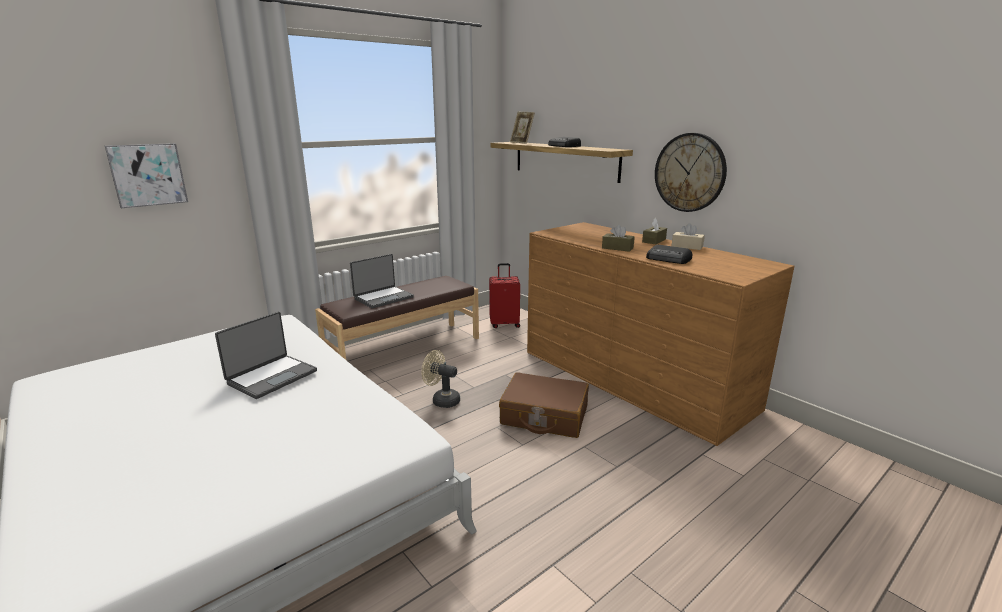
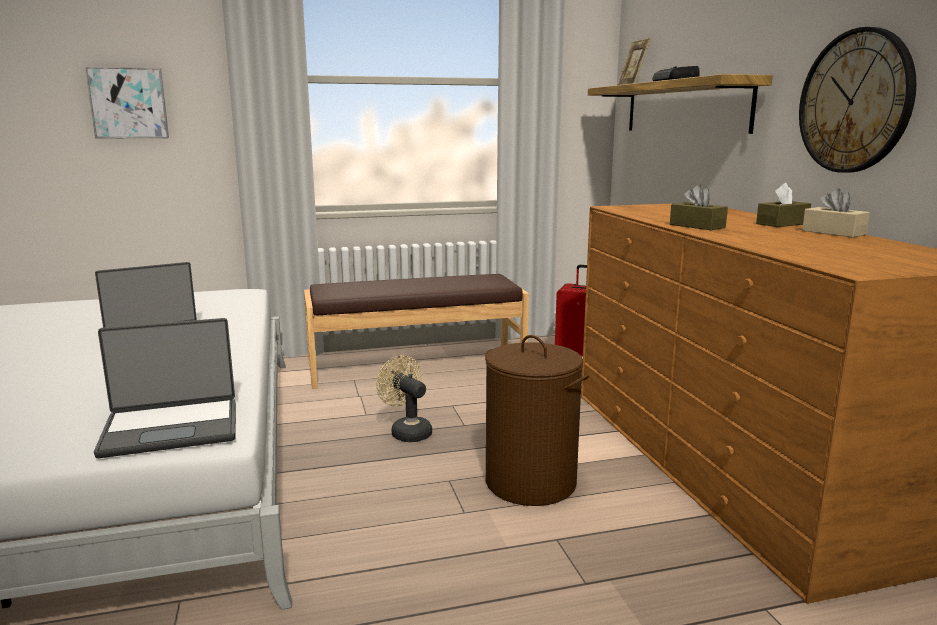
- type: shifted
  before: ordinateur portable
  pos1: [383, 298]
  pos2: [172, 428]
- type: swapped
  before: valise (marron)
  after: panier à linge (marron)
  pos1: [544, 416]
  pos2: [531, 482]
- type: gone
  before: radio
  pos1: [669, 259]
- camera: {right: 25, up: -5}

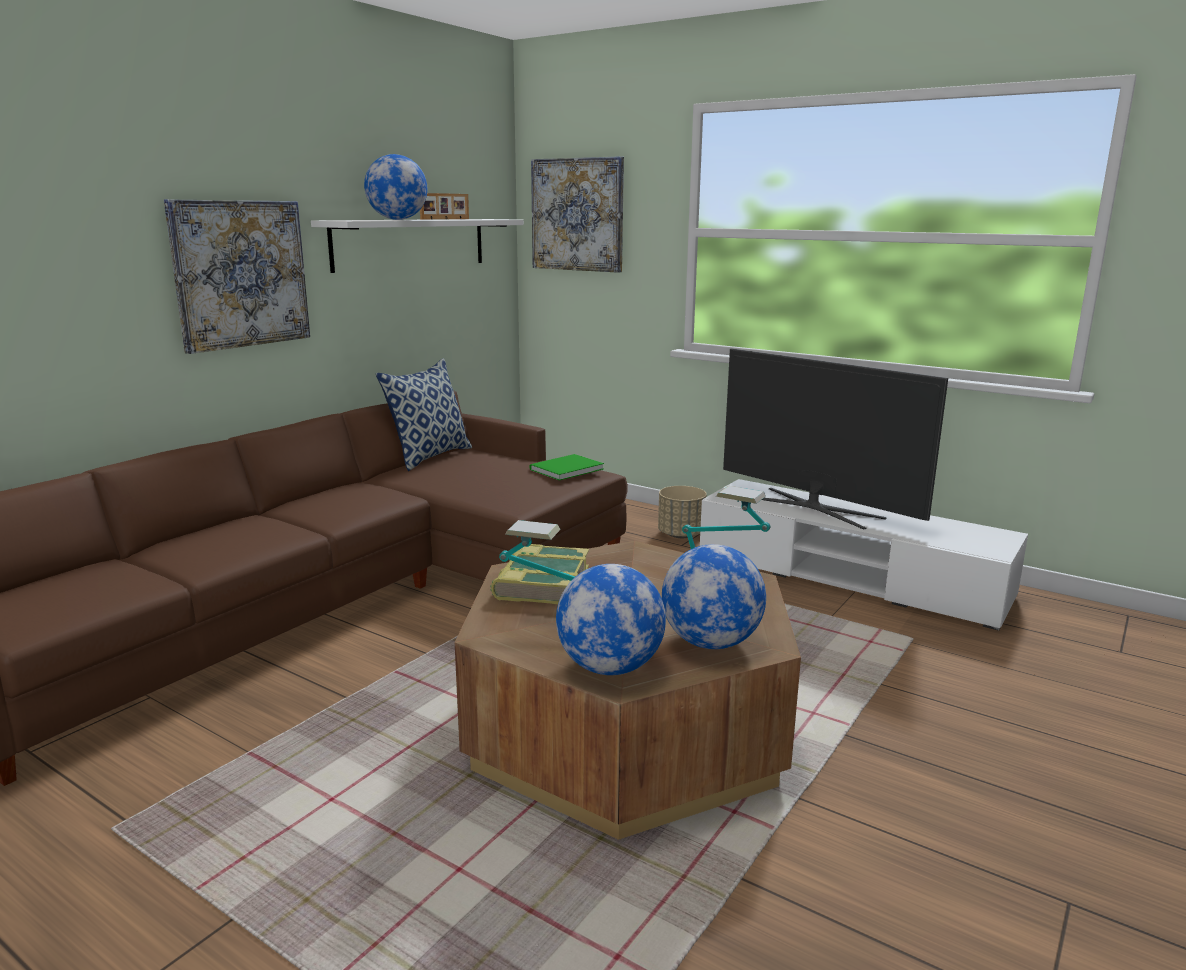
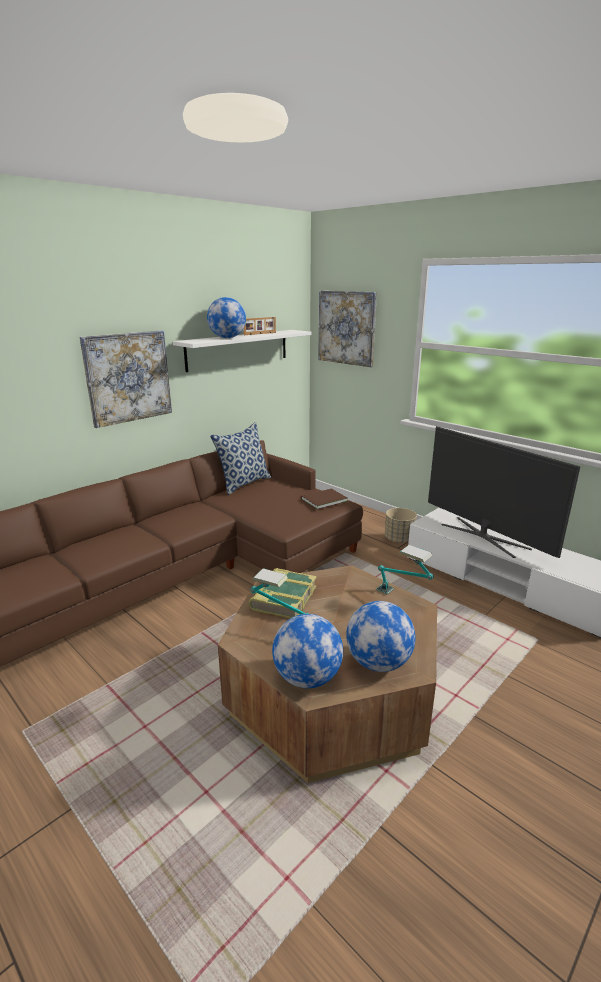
- type: repainted
  before: livre (vert)
  after: livre (marron)
  pos1: [564, 469]
  pos2: [322, 500]
- camera: {right: 10, up: 5}

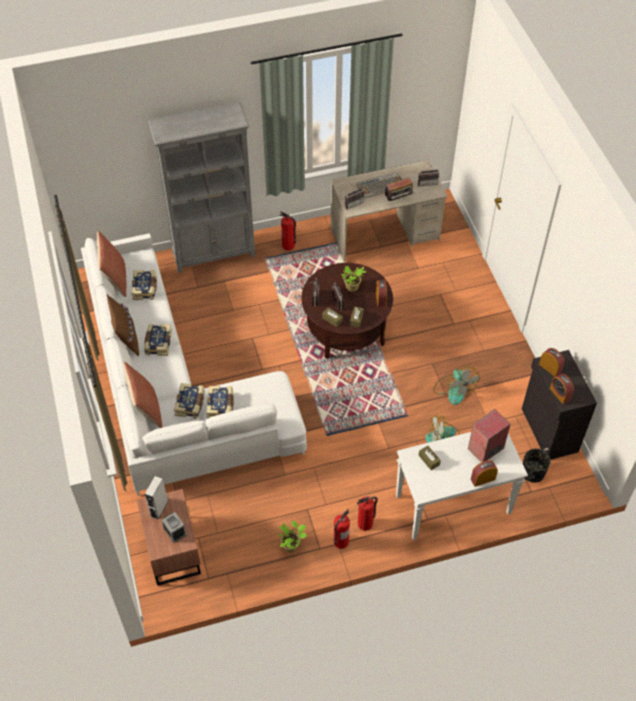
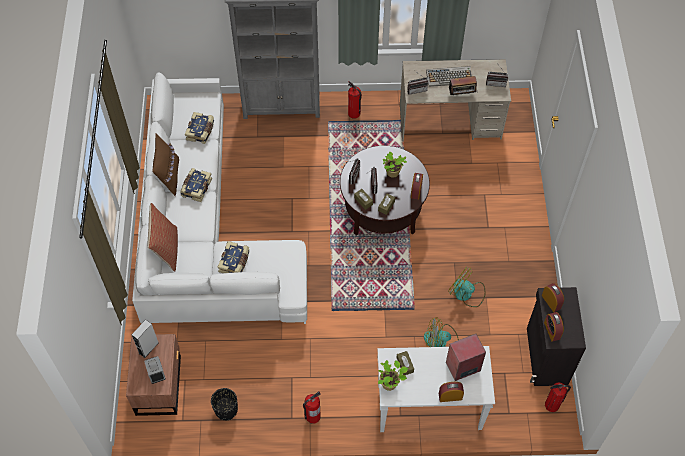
- type: shifted
  before: cache-pot (noir)
  pos1: [532, 473]
  pos2: [226, 410]
- type: shifted
  before: plante en pot
  pos1: [291, 546]
  pos2: [390, 383]
- type: rotated
  before: ventilateur
  pos1: [454, 389]
  pos2: [466, 293]
  turn: 135
- type: shifted
  before: extincteur
  pos1: [365, 523]
  pos2: [552, 405]
- type: gone
  before: coussin
  pos1: [115, 279]
- type: gone
  before: livre
  pos1: [190, 404]
- camera: {right: 15, up: 5}

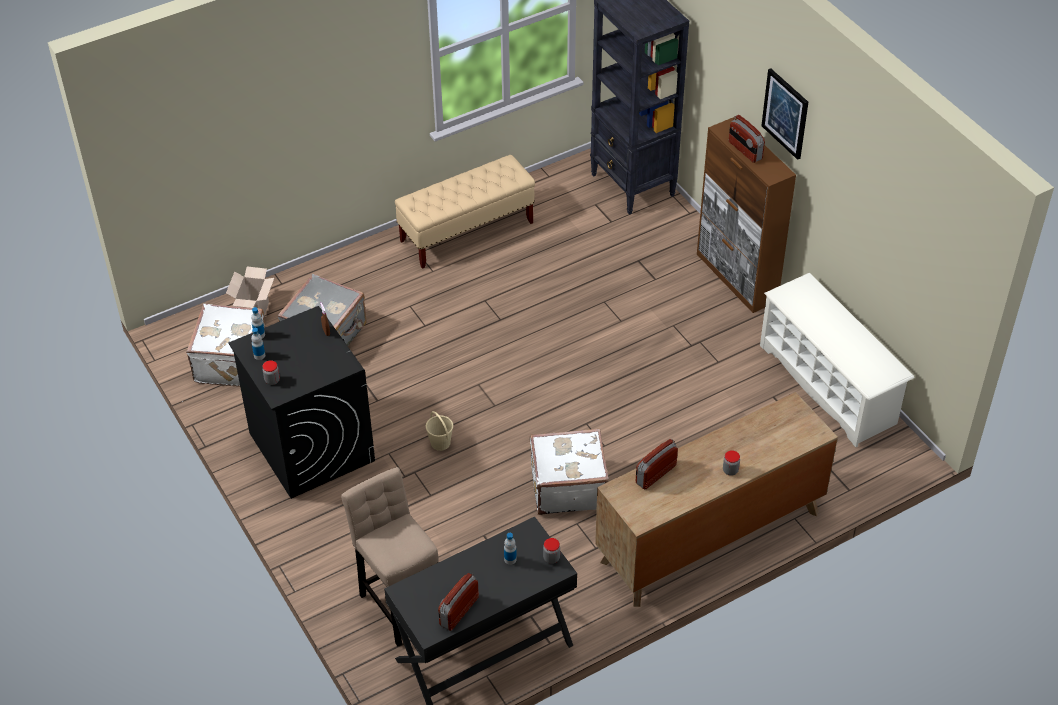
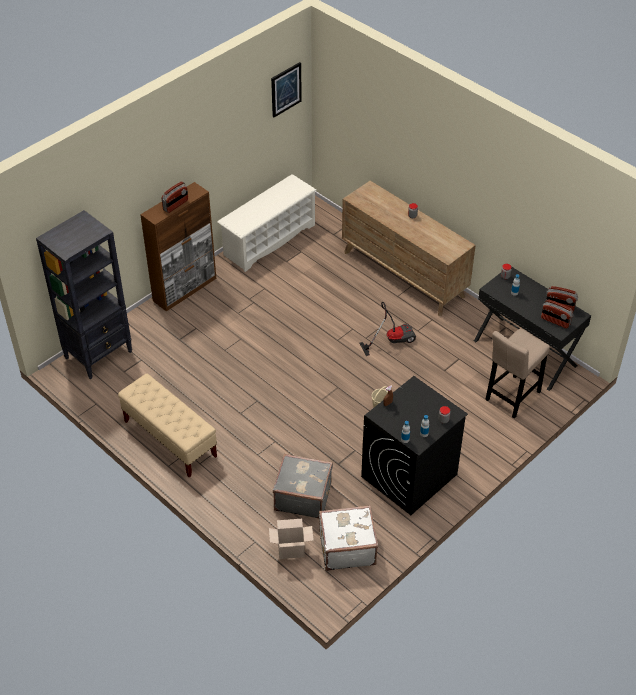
- type: shifted
  before: tableau
  pos1: [785, 113]
  pos2: [286, 89]
- type: swapped
  before: valise (blanc)
  after: aspirateur
  pos1: [567, 487]
  pos2: [391, 339]
- type: shifted
  before: radio
  pos1: [655, 474]
  pos2: [555, 321]
- camera: {right: -105, up: 0}

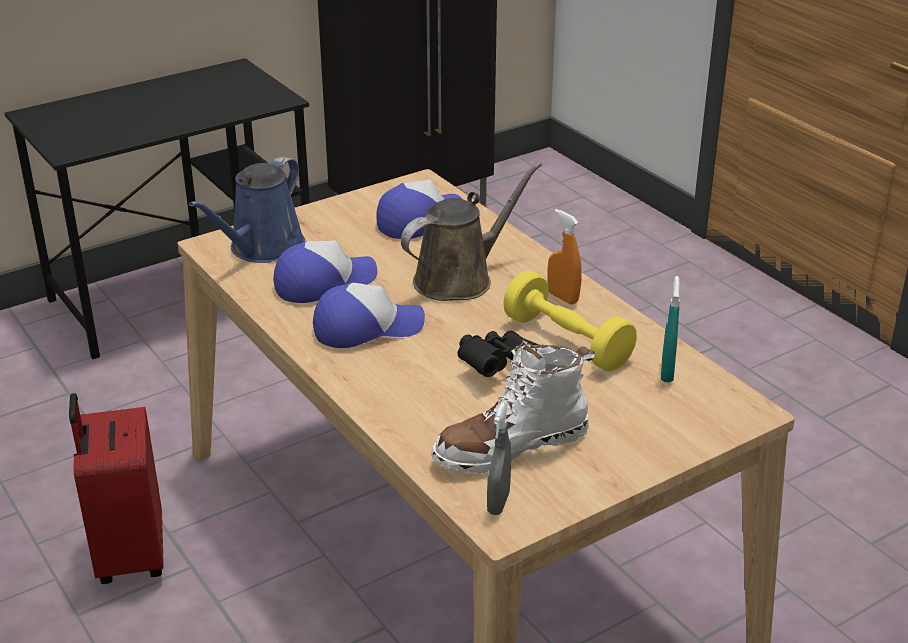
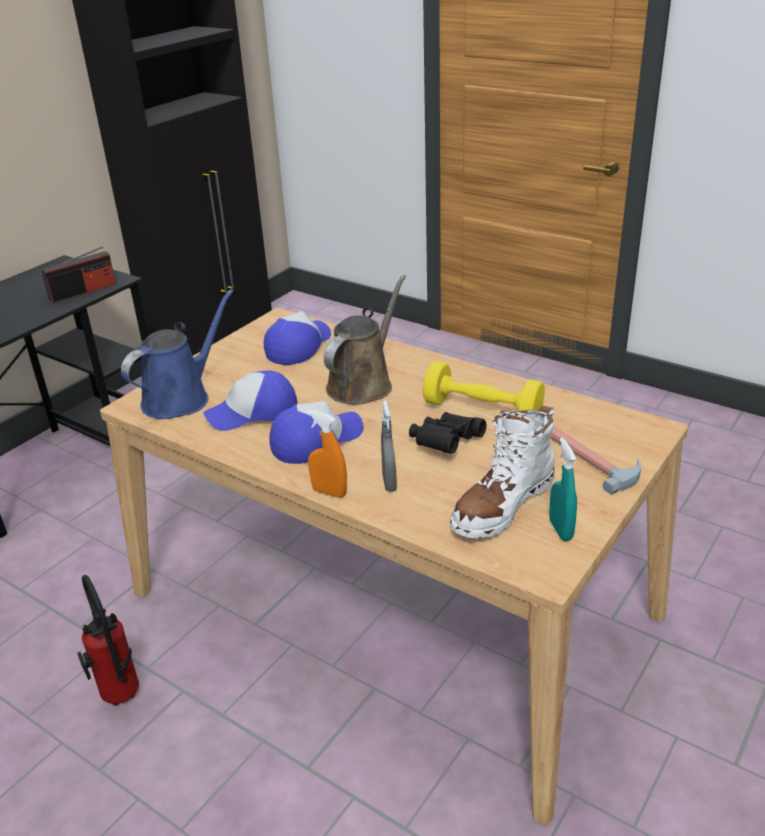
- type: new
  after: radio
  pos2: [83, 291]
- type: swapped
  before: valise (rouge)
  after: extincteur
  pos1: [128, 556]
  pos2: [121, 700]
- type: rotated
  before: arrosoir (bleu)
  pos1: [262, 248]
  pos2: [181, 398]
  turn: -150
- type: rotated
  before: casquette
  pos1: [324, 282]
  pos2: [253, 412]
  turn: -150
- type: shifted
  before: vaporisateur (orange)
  pos1: [562, 297]
  pos2: [329, 492]
- type: shifted
  before: vaporisateur (gris)
  pos1: [498, 503]
  pos2: [389, 483]
- type: shifted
  before: vaporisateur (turquoise)
  pos1: [667, 372]
  pos2: [560, 530]
- type: new
  after: marteau
  pos2: [590, 459]
- camera: {right: -20, up: 0}

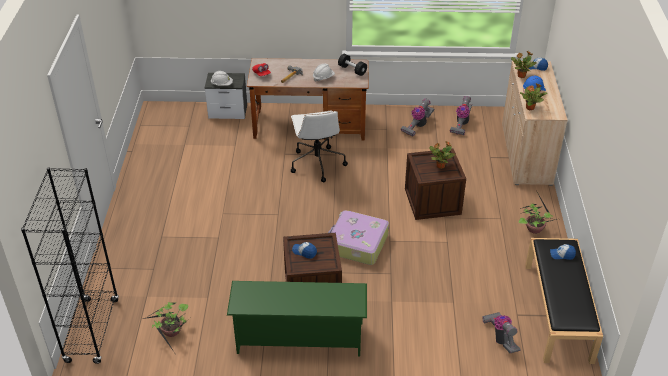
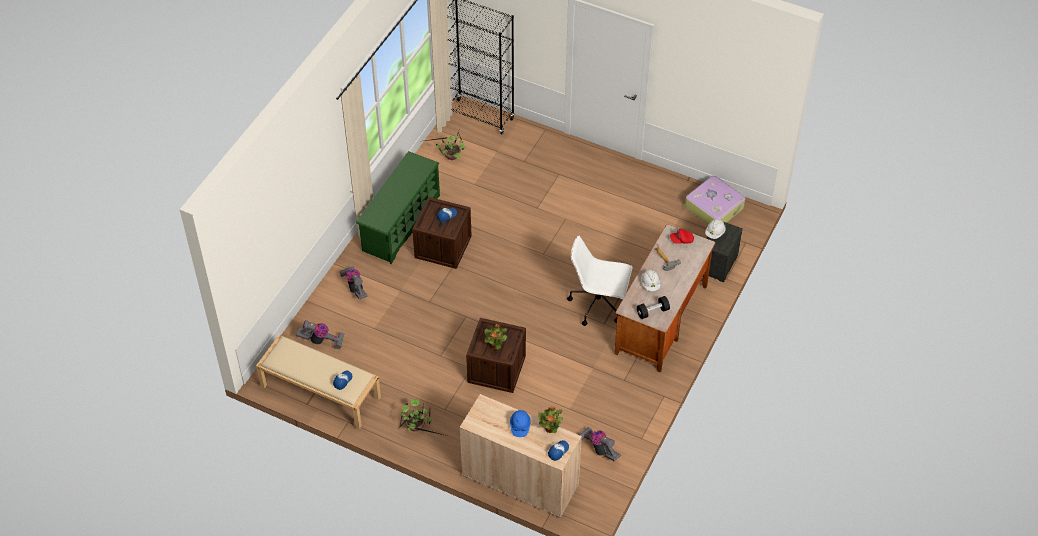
- type: repainted
  before: banc (noir)
  after: banc (beige)
  pos1: [558, 312]
  pos2: [319, 392]
- type: shifted
  before: aspirateur
  pos1: [417, 126]
  pos2: [355, 287]
- type: shifted
  before: valise
  pos1: [357, 244]
  pos2: [714, 207]
- type: gone
  before: plante en pot
  pos1: [530, 108]
- camera: {right: 115, up: 10}

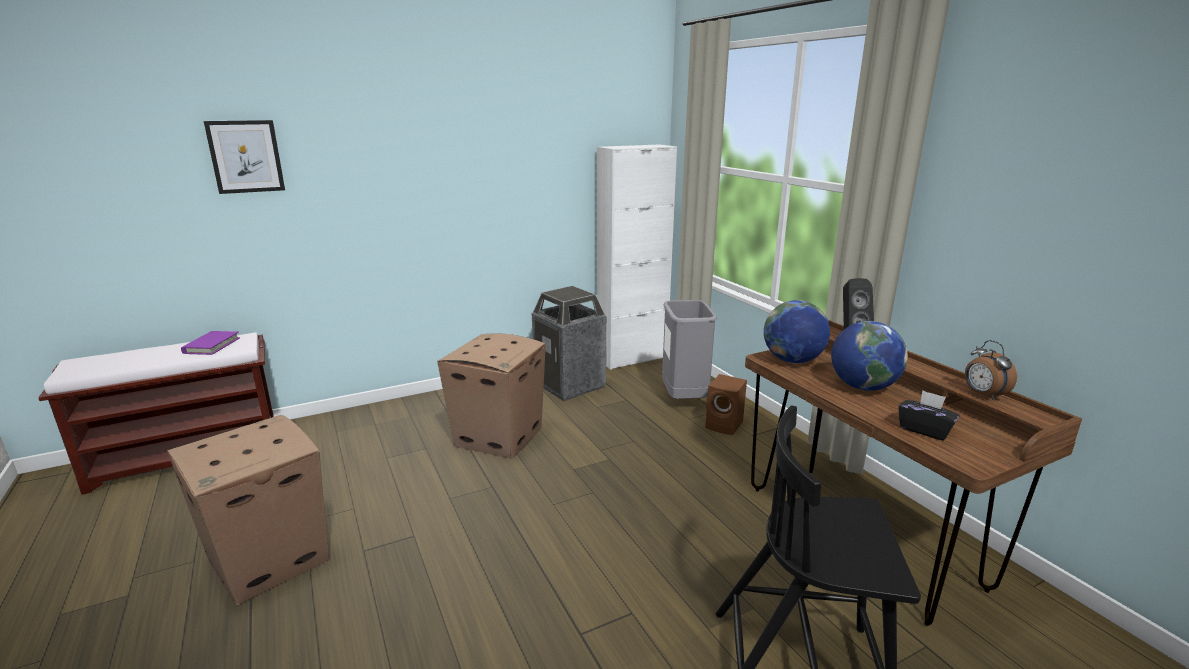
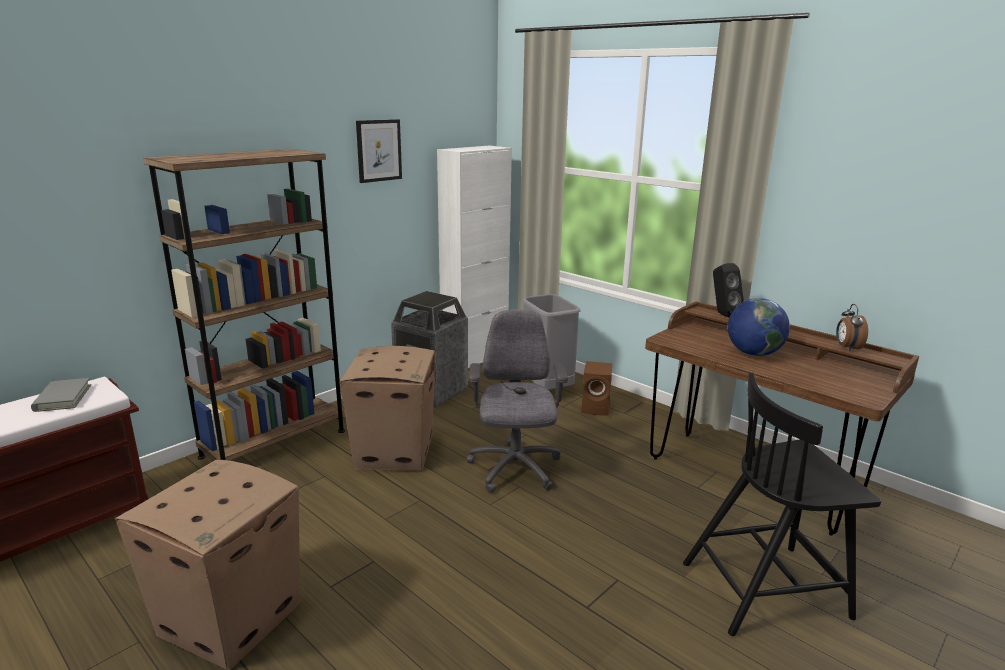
- type: repainted
  before: livre (violet)
  after: livre (gris)
  pos1: [211, 345]
  pos2: [62, 398]
- type: new
  after: bibliothèque (marron)
  pos2: [274, 443]
- type: shifted
  before: tableau
  pos1: [246, 156]
  pos2: [379, 150]
- type: new
  after: chaise de bureau (gris)
  pos2: [514, 469]
- type: rotated
  before: réveil
  pos1: [982, 395]
  pos2: [847, 347]
  turn: 45
- type: gone
  before: globe
  pos1: [792, 360]
- type: gone
  before: boîte à mouchoirs (noir)
  pos1: [924, 430]
- camera: {right: -20, up: 0}

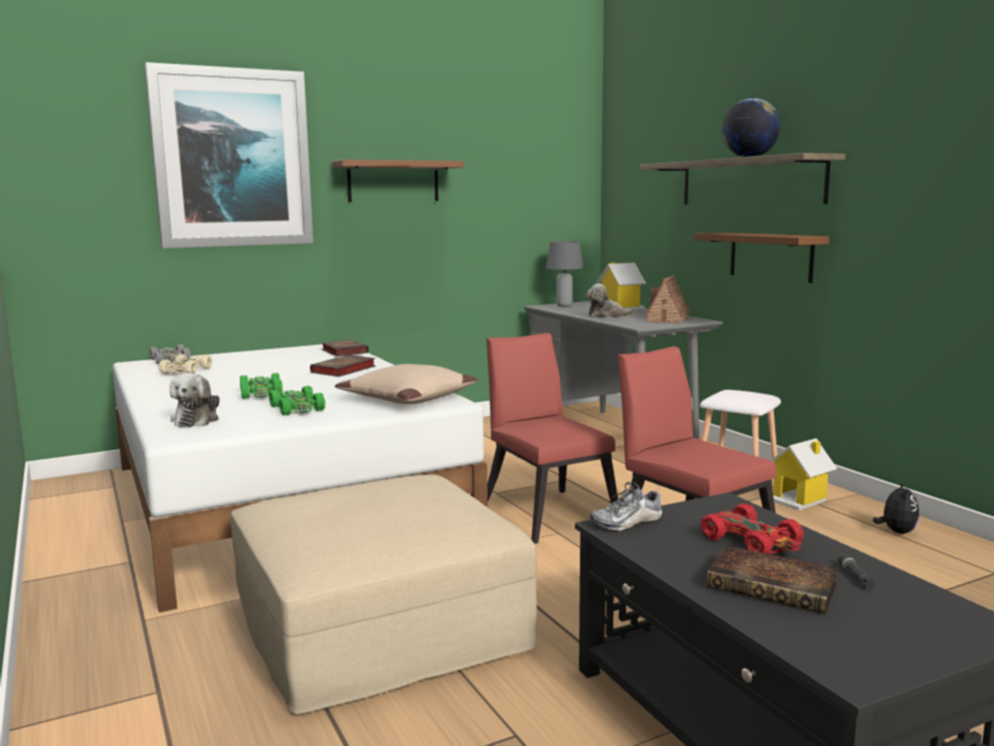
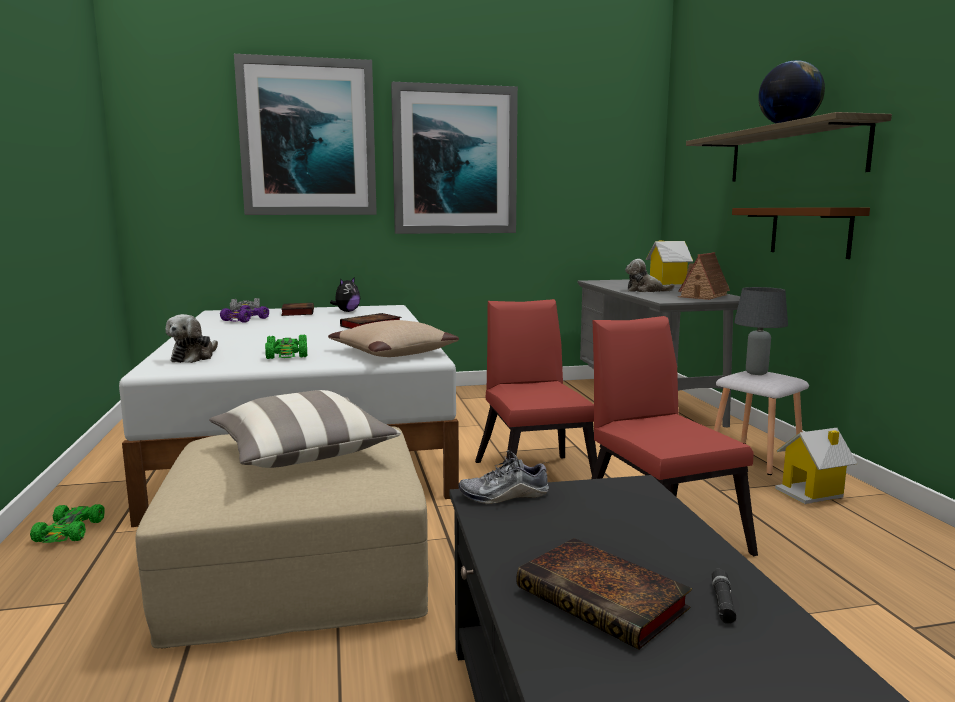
- type: shifted
  before: petite voiture (vert)
  pos1: [261, 393]
  pos2: [69, 531]
- type: new
  after: coussin
  pos2: [303, 453]
- type: repainted
  before: petite voiture (beige)
  after: petite voiture (violet)
  pos1: [186, 371]
  pos2: [244, 320]
- type: shifted
  before: livre
  pos1: [343, 351]
  pos2: [297, 312]
- type: shifted
  before: peluche
  pos1: [896, 532]
  pos2: [347, 311]
- type: swapped
  before: étagère (marron)
  after: tableau
  pos1: [393, 181]
  pos2: [454, 161]
- type: shifted
  before: lampe de table (gris)
  pos1: [563, 306]
  pos2: [755, 373]
- type: gone
  before: petite voiture (rouge)
  pos1: [752, 542]
- camera: {right: 15, up: 0}

